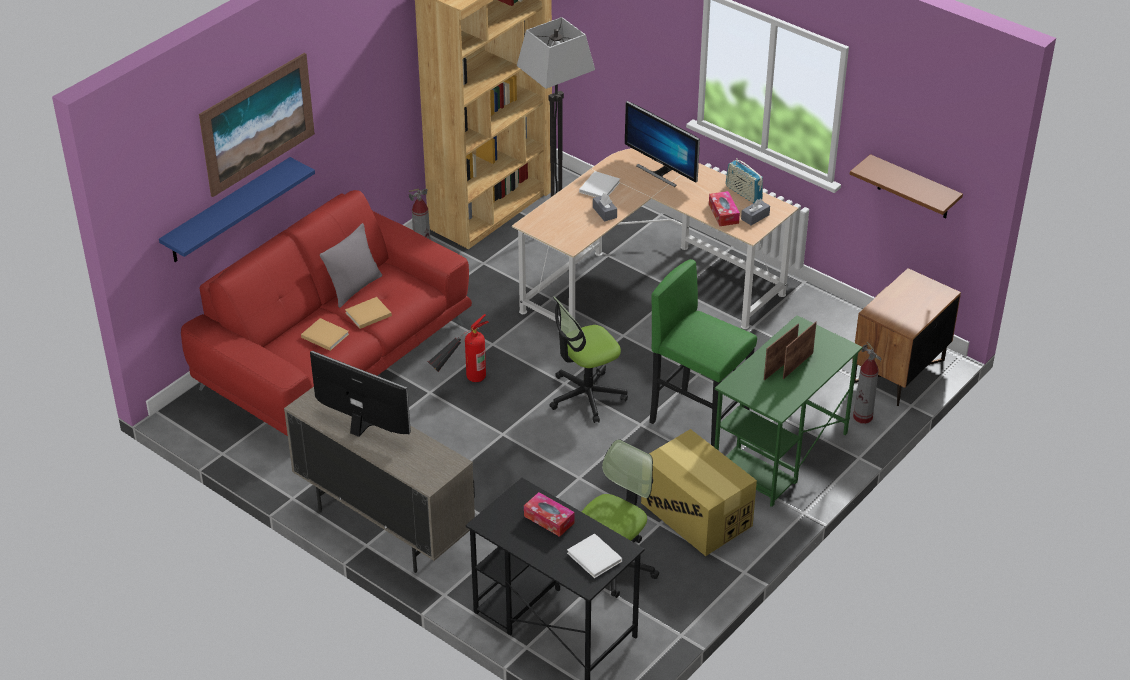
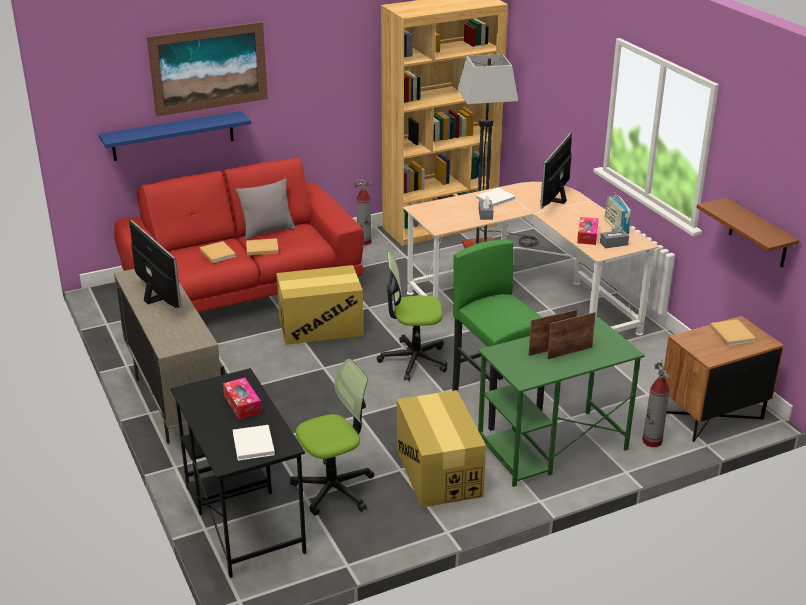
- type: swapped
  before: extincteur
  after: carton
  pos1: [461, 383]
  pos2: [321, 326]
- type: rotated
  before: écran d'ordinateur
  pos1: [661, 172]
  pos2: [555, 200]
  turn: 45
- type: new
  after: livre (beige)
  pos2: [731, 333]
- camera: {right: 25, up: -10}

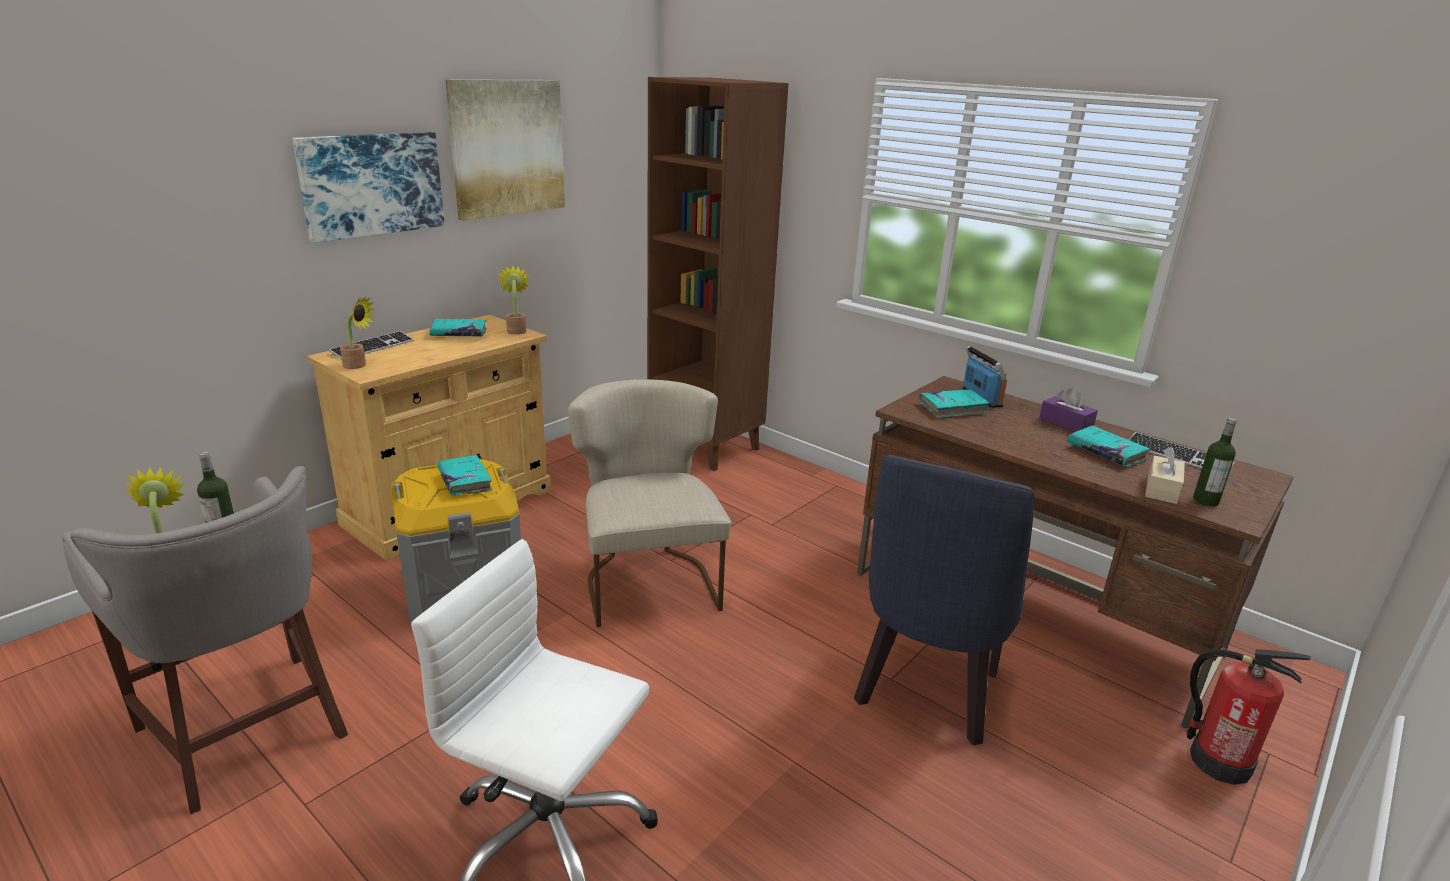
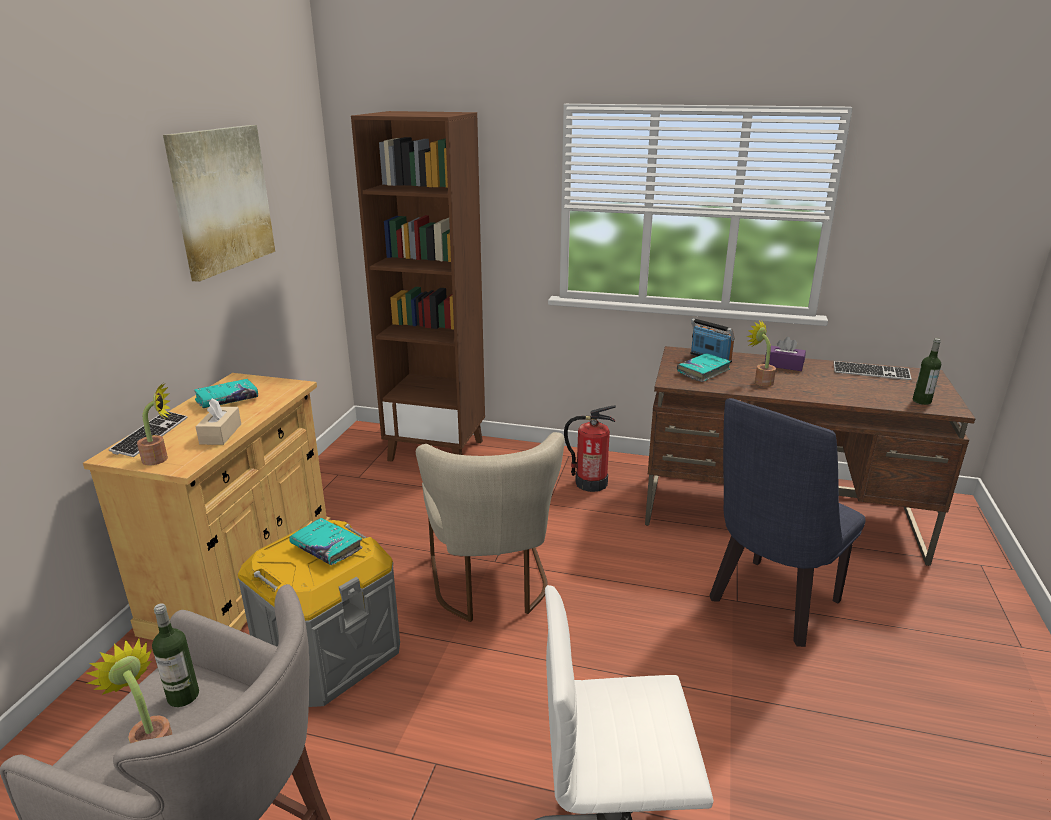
- type: shifted
  before: boîte à mouchoirs (beige)
  pos1: [1162, 489]
  pos2: [220, 434]
- type: rotated
  before: chaise (beige)
  pos1: [648, 580]
  pos2: [491, 586]
  turn: -150
- type: shifted
  before: extincteur
  pos1: [1218, 761]
  pos2: [590, 483]
- type: rotated
  before: chaise (bleu)
  pos1: [925, 697]
  pos2: [770, 606]
  turn: 45
- type: shifted
  before: plante en pot
  pos1: [516, 330]
  pos2: [760, 381]
- type: gone
  before: tableau
  pos1: [371, 184]
- type: gone
  before: livre (turquoise)
  pos1: [1105, 453]
- camera: {right: -25, up: 0}

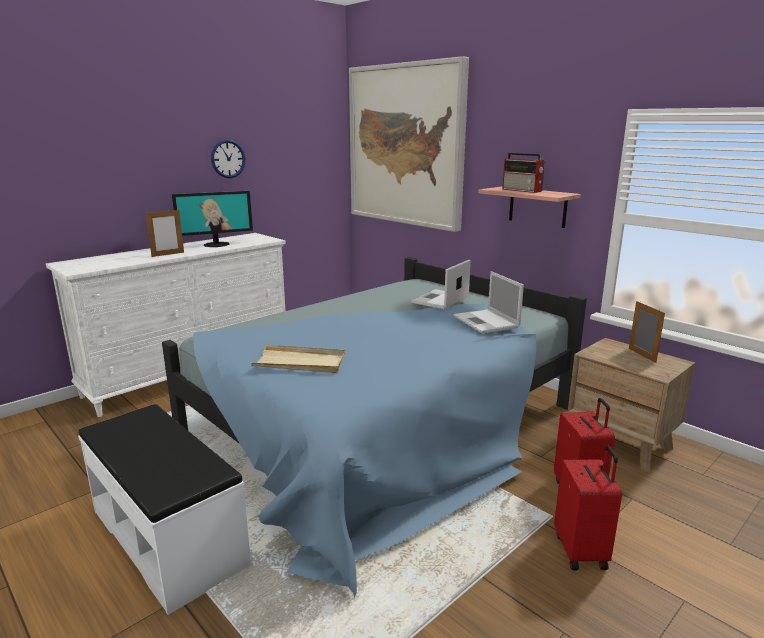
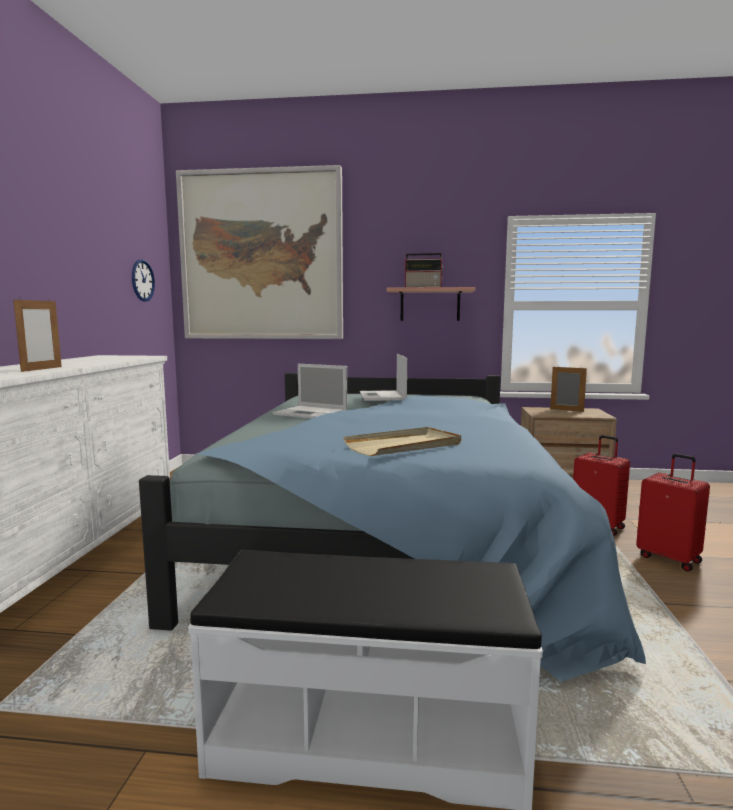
- type: shifted
  before: horloge murale
  pos1: [228, 159]
  pos2: [142, 280]
- type: shifted
  before: ordinateur portable
  pos1: [487, 322]
  pos2: [312, 413]
- type: gone
  before: écran d'ordinateur
  pos1: [216, 244]
- camera: {right: -40, up: -10}

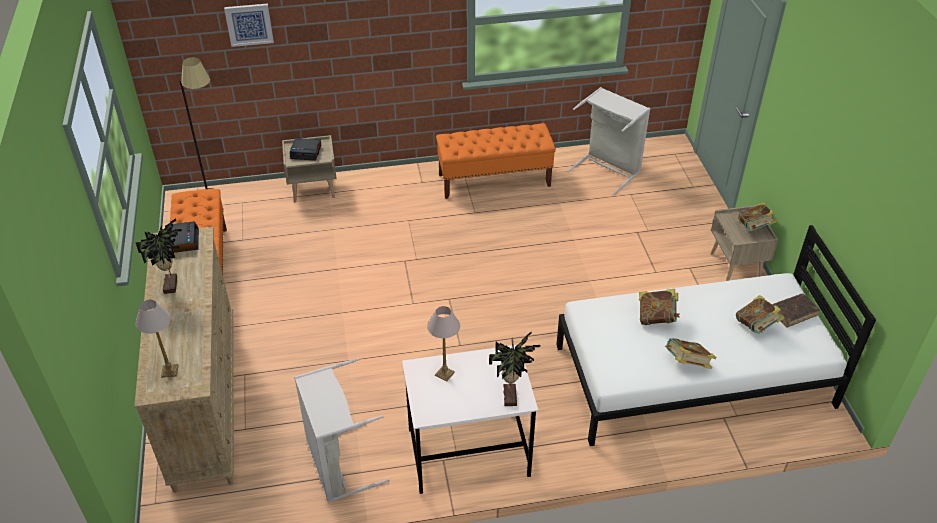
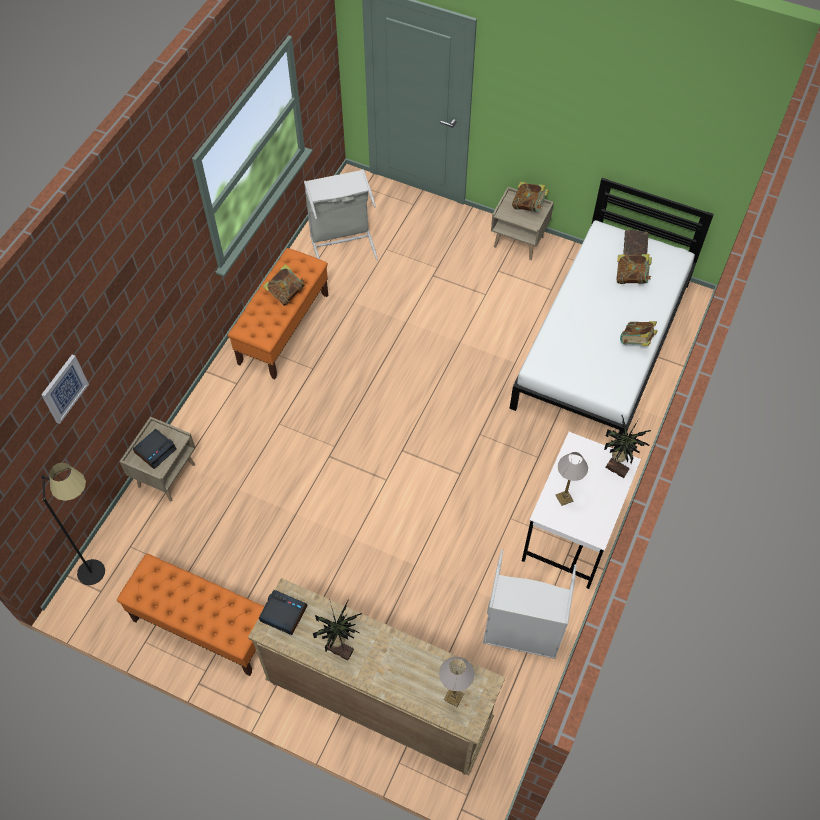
- type: shifted
  before: livre
  pos1: [656, 318]
  pos2: [286, 293]
- camera: {right: -55, up: 15}

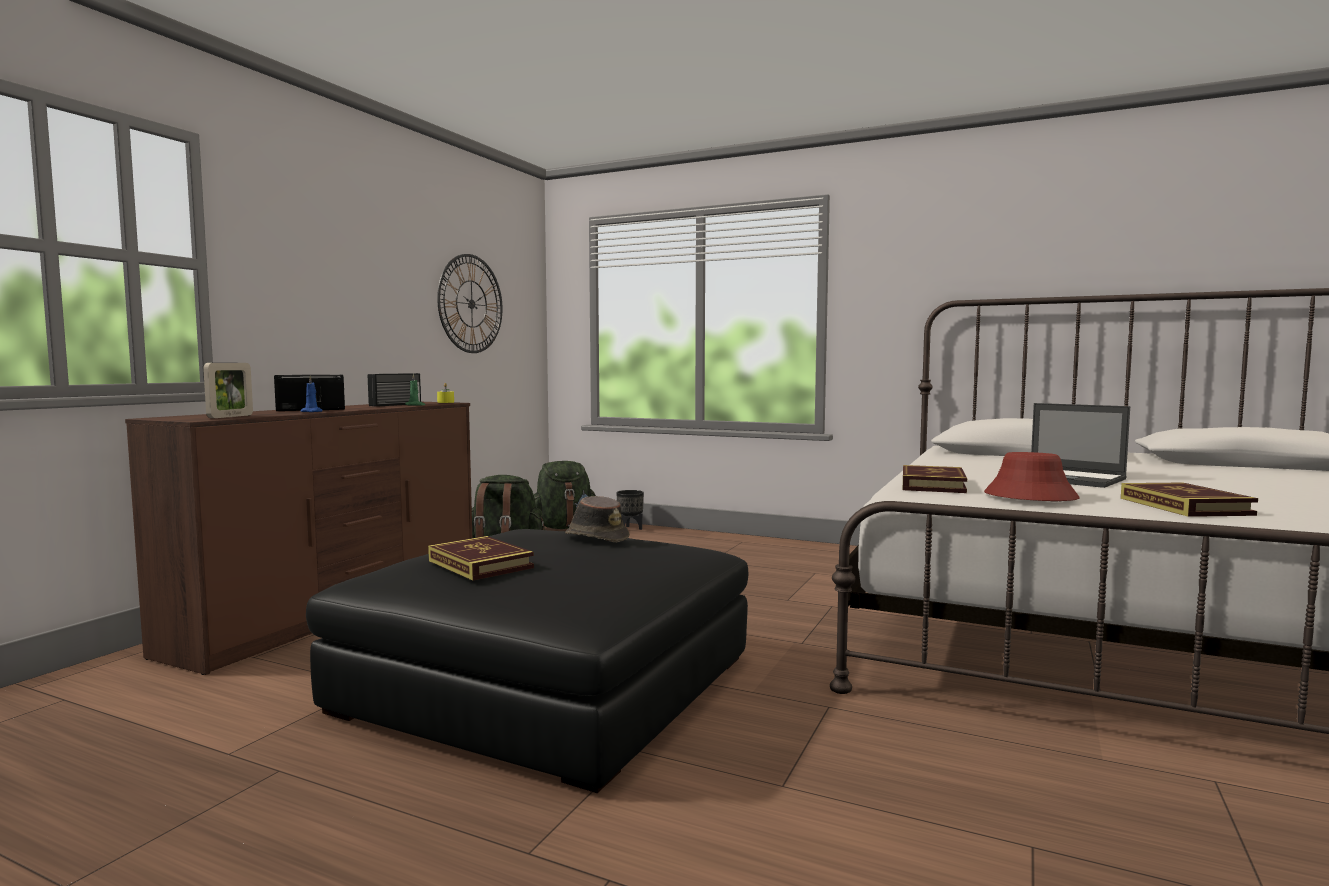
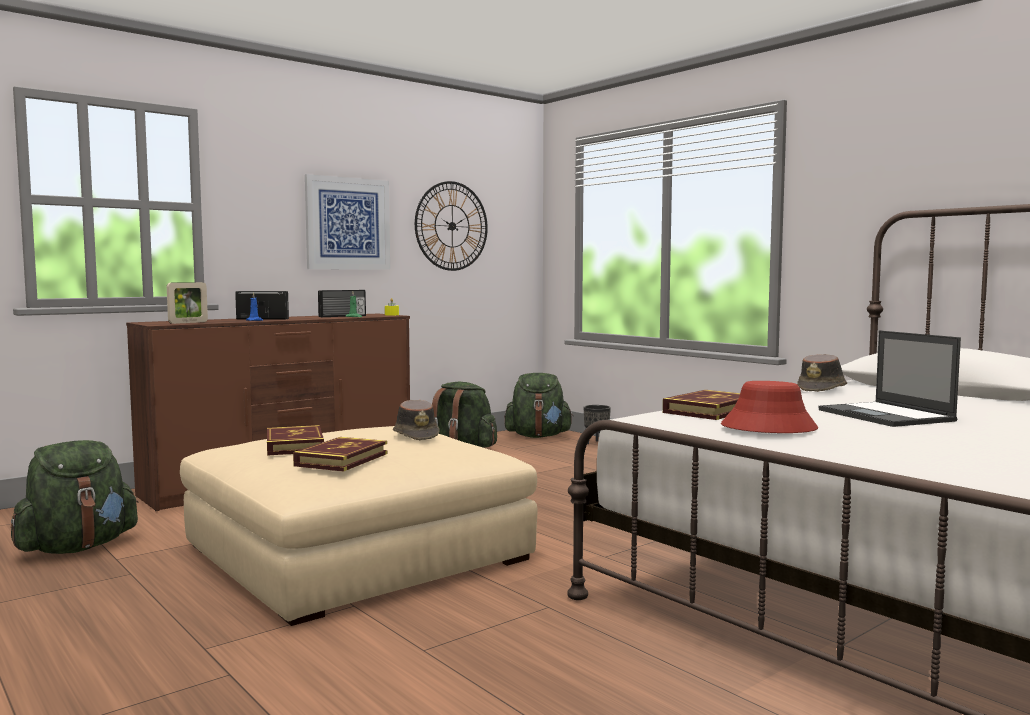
- type: new
  after: sac à dos (vert)
  pos2: [77, 547]
- type: repainted
  before: pouf (noir)
  after: pouf (beige)
  pos1: [548, 684]
  pos2: [356, 552]
- type: shifted
  before: livre
  pos1: [1184, 506]
  pos2: [342, 459]
- type: new
  after: tableau
  pos2: [348, 223]
- type: new
  after: chapeau (marron)
  pos2: [822, 390]
- camera: {right: 25, up: 0}

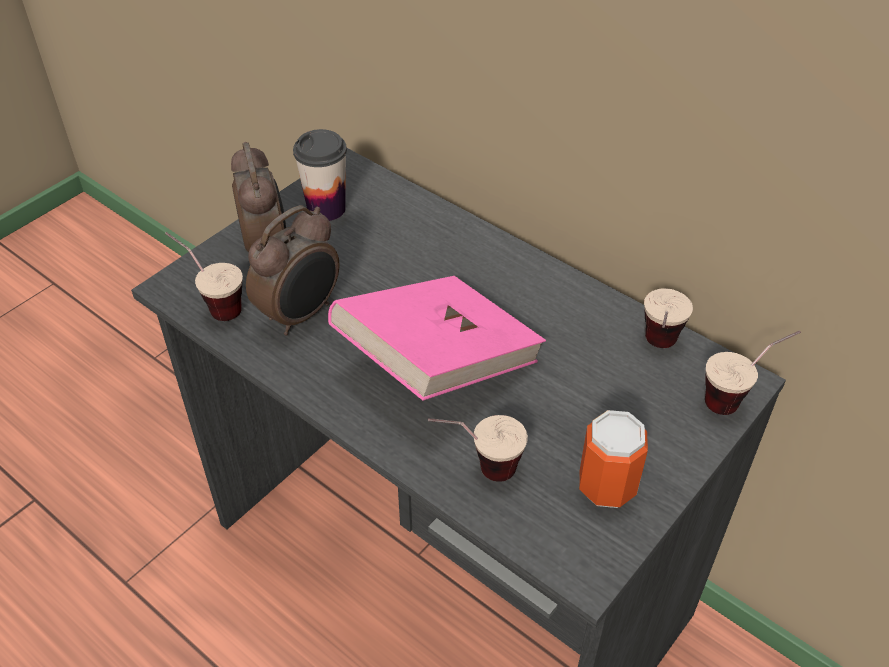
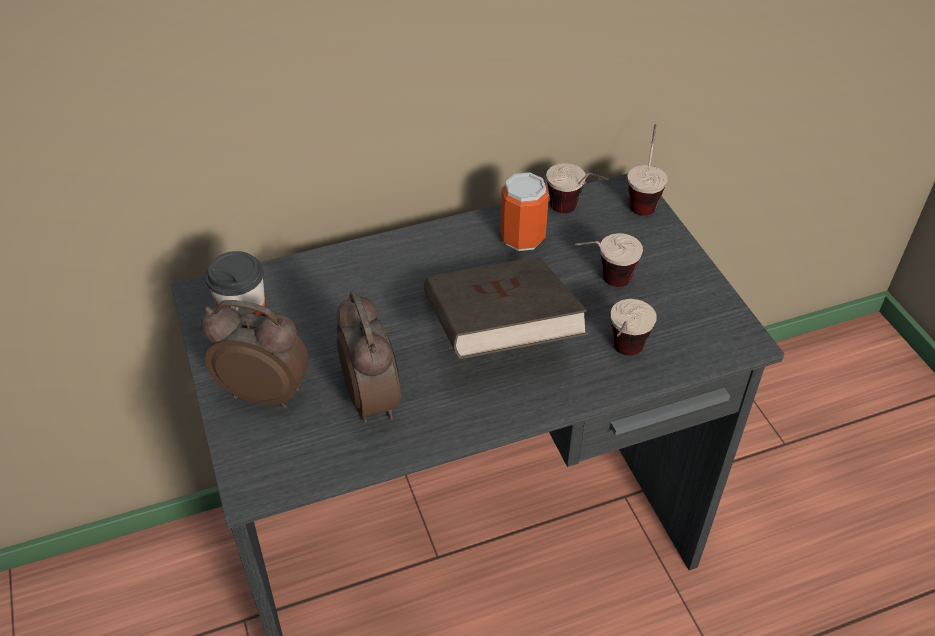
- type: repainted
  before: livre (rose)
  after: livre (marron)
  pos1: [438, 363]
  pos2: [499, 334]
- type: shifted
  before: boîte métallique
  pos1: [607, 486]
  pos2: [522, 237]
- type: shifted
  before: tasse
  pos1: [211, 304]
  pos2: [602, 283]
- camera: {right: -60, up: 0}

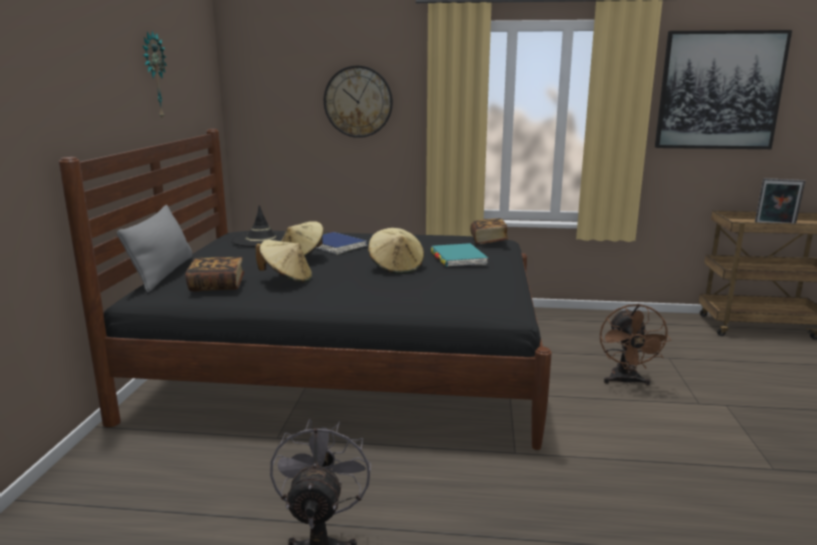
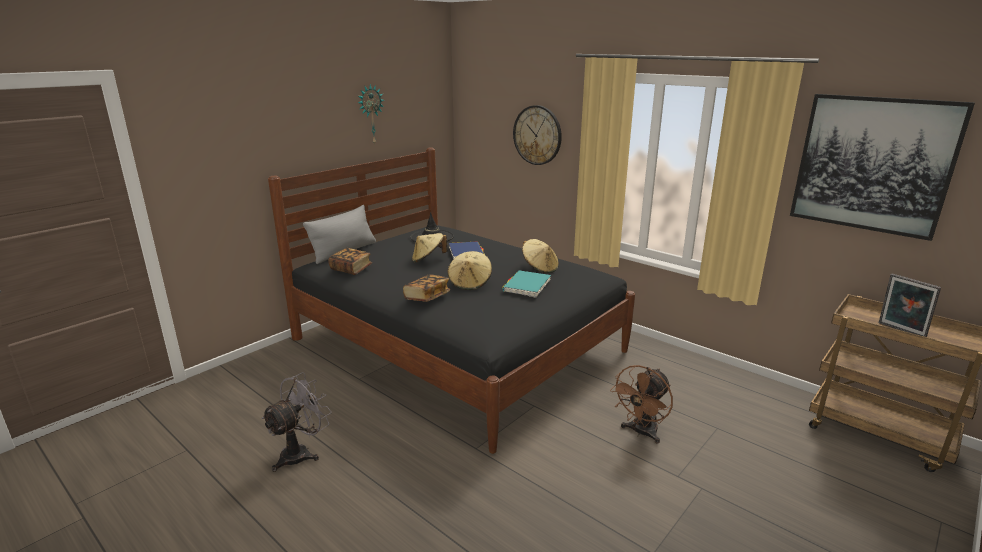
- type: shifted
  before: livre
  pos1: [488, 241]
  pos2: [427, 297]
- type: shifted
  before: chapeau (beige)
  pos1: [286, 279]
  pos2: [539, 268]
- camera: {right: 35, up: 5}

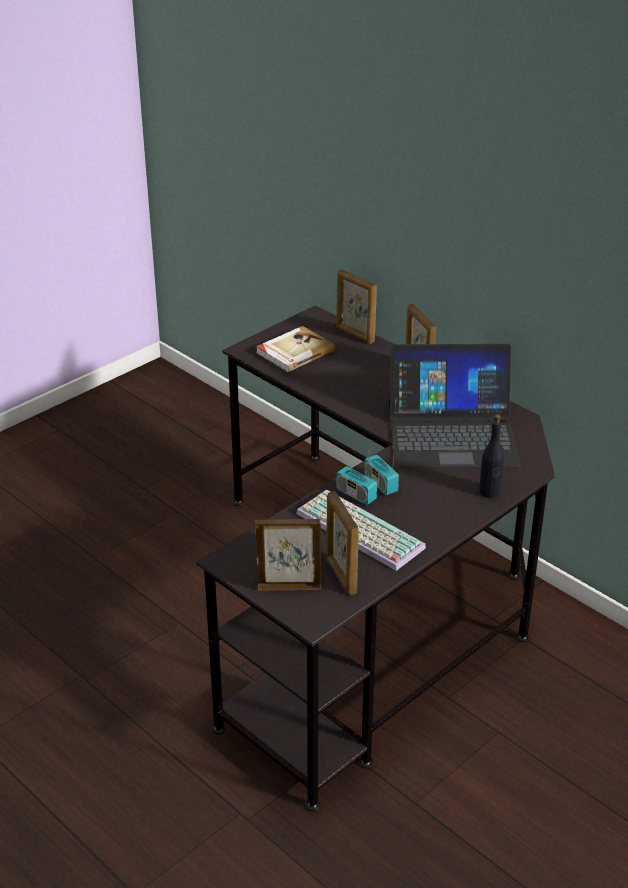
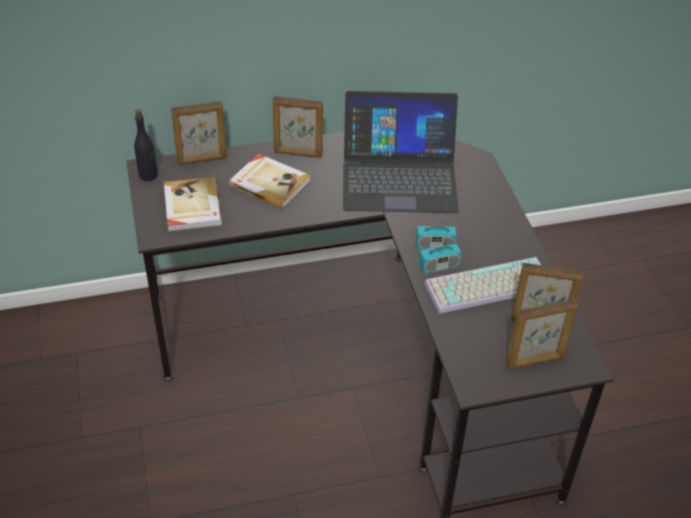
- type: shifted
  before: bouteille (noir)
  pos1: [489, 492]
  pos2: [148, 175]
- type: new
  after: livre
  pos2: [270, 183]
- type: rotated
  before: ordinateur portable
  pos1: [451, 434]
  pos2: [399, 176]
  turn: 60
- type: rotated
  before: cadre photo
  pos1: [289, 587]
  pos2: [535, 361]
  turn: -135
- camera: {right: -60, up: 10}

